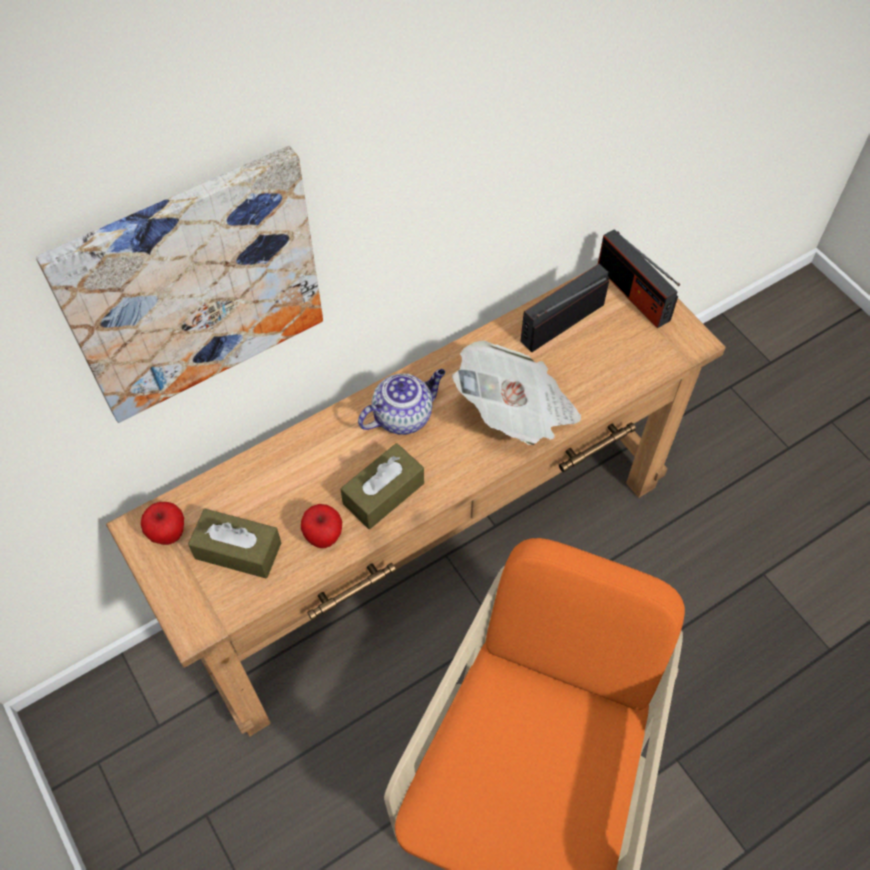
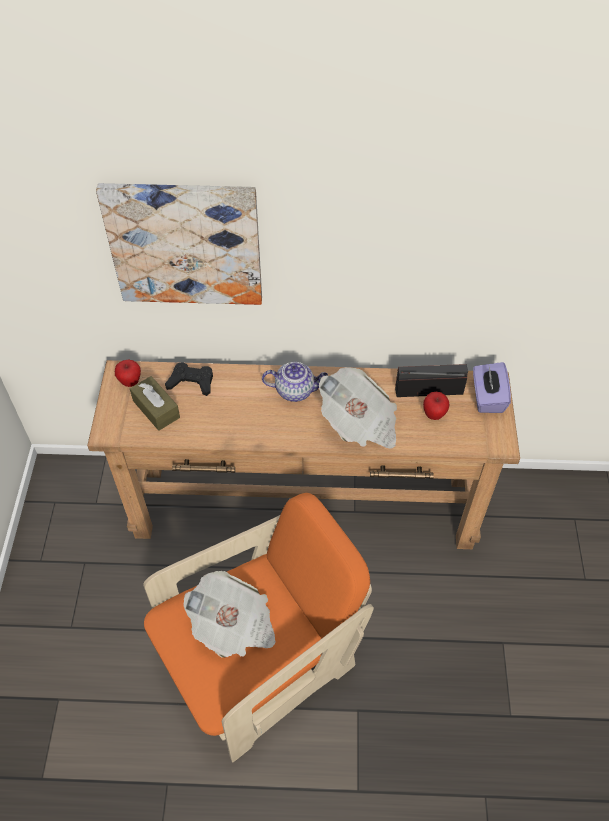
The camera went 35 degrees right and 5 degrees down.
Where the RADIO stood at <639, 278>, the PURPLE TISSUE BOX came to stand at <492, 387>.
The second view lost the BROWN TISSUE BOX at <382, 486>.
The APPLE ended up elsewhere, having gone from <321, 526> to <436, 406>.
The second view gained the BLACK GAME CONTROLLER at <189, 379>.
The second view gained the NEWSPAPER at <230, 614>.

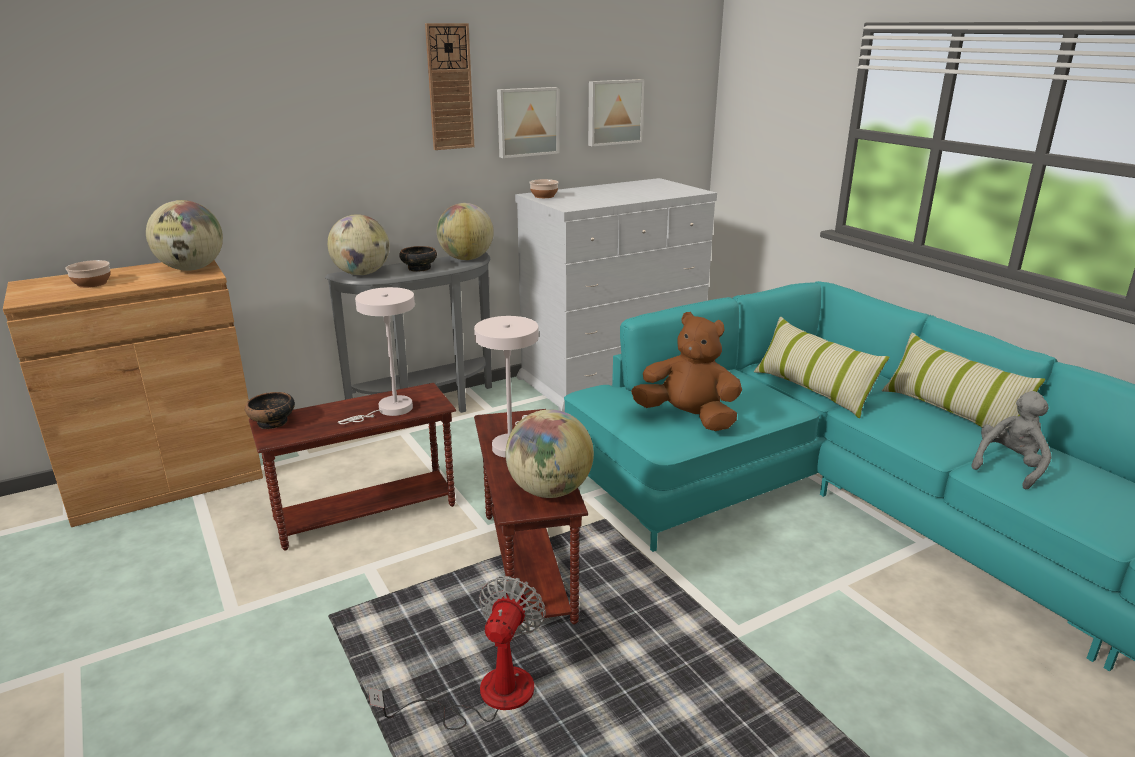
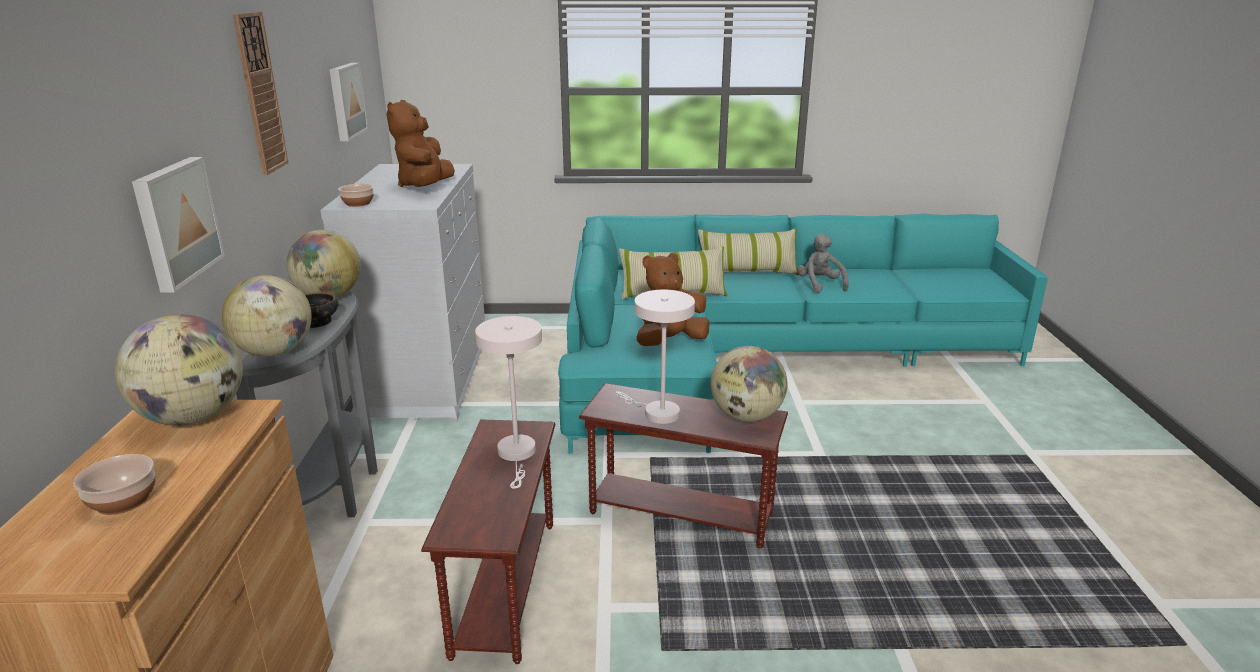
The camera went 60 degrees left and 0 degrees up.
The PICTURE ended up elsewhere, having gone from <528, 122> to <178, 224>.
The second view lost the BOWL at <270, 410>.
The second view lost the FAN at <457, 653>.
The second view gained the BROWN PLUSH TOY at <420, 143>.

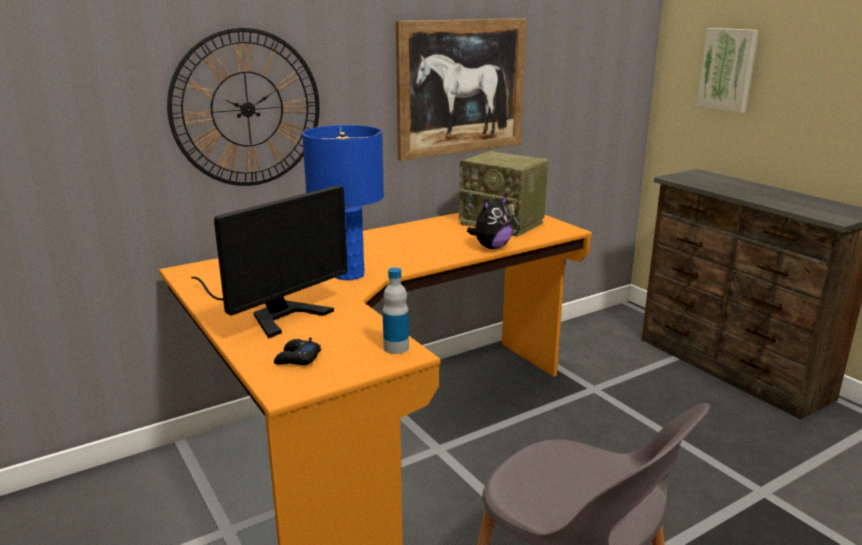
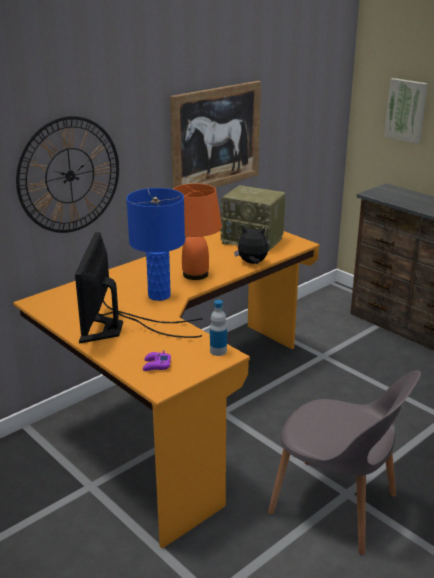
The camera went 10 degrees left and 5 degrees up.
The MONITOR at <269, 262> ended up facing another way, 150 degrees clockwise from before.
The PLUSH TOY at <490, 222> ended up facing another way, 120 degrees counterclockwise from before.
What was the BLACK GAME CONTROLLER at <297, 351> turned into the PURPLE GAME CONTROLLER at <157, 360>.
The second view gained the ORANGE TABLE LAMP at <197, 231>.

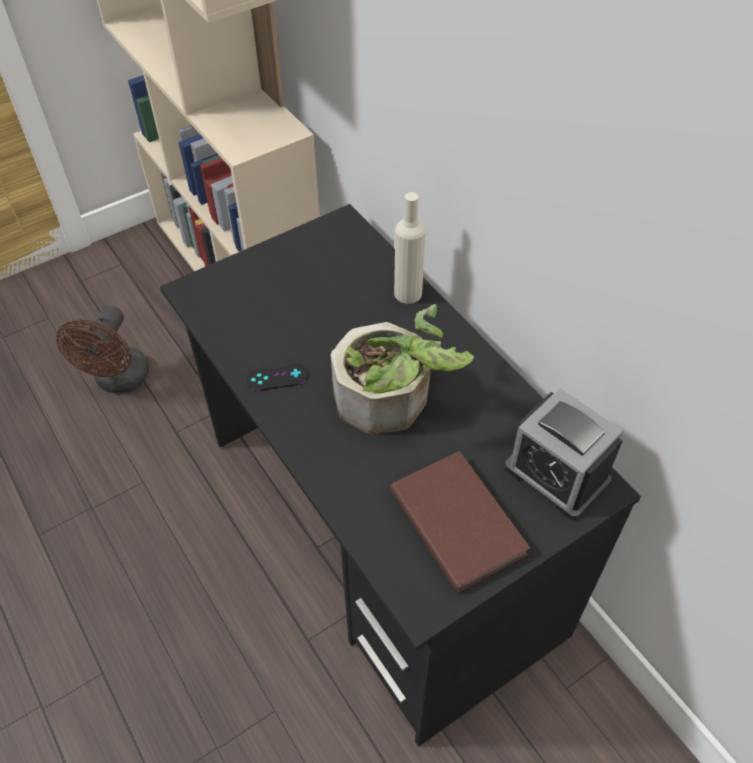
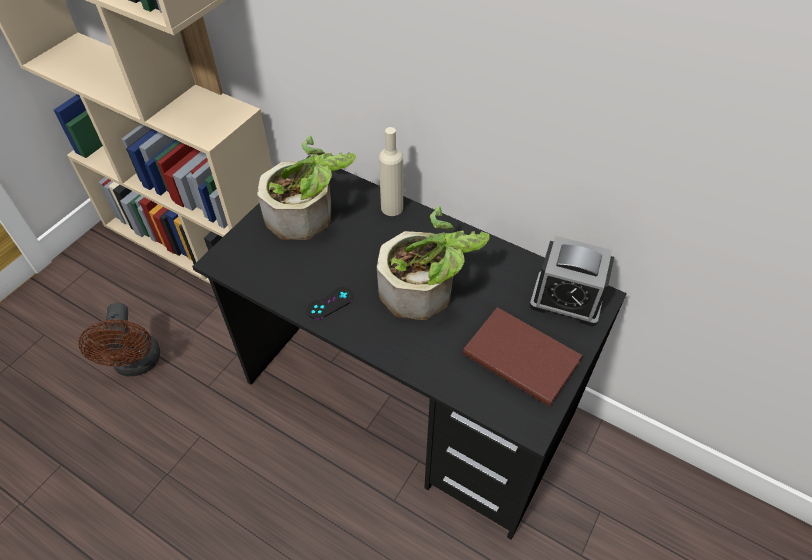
The camera went 25 degrees left and 0 degrees up.
The second view gained the POTTED PLANT at <306, 187>.

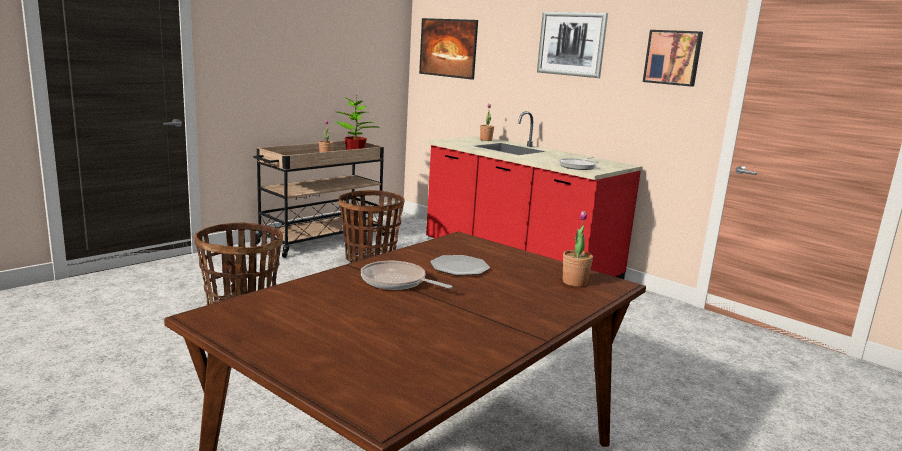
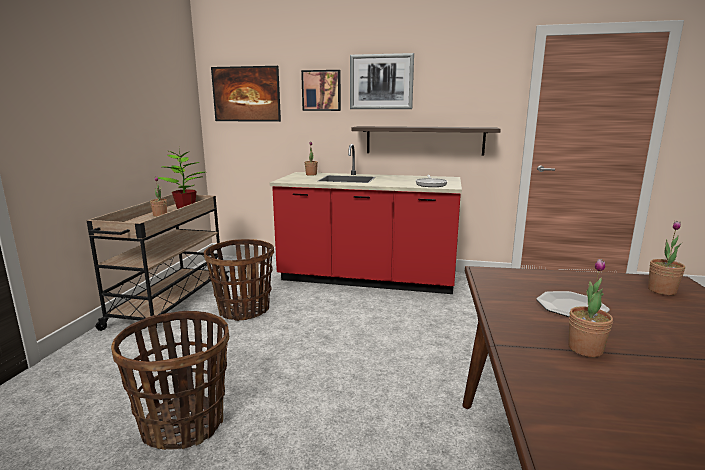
The camera went 30 degrees left and 0 degrees up.
The PICTURE ended up elsewhere, having gone from <673, 58> to <321, 90>.
Where the FRYING PAN stood at <406, 275>, the POTTED PLANT came to stand at <590, 308>.
The second view gained the SHELF at <426, 141>.

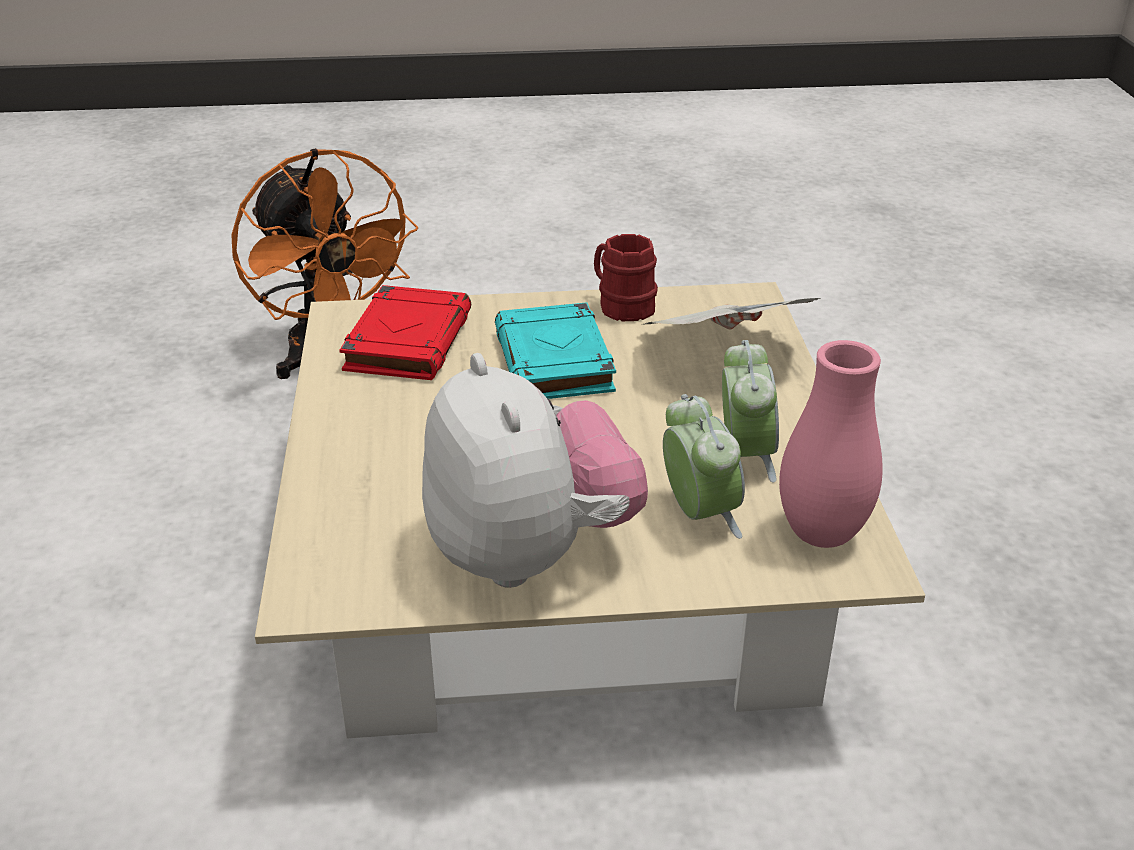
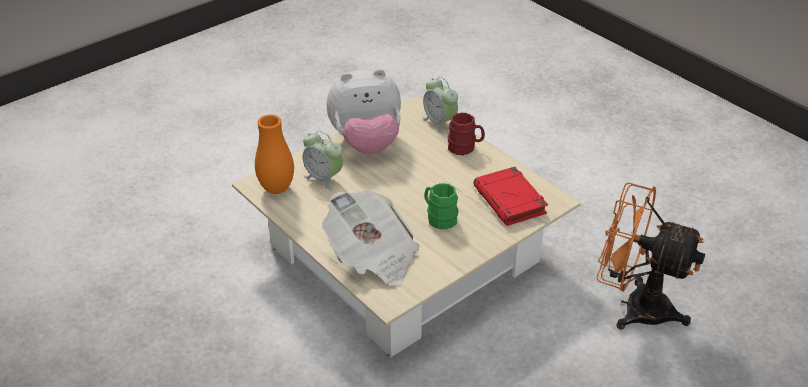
The camera went 145 degrees right and 5 degrees up.
The RED MUG ended up elsewhere, having gone from <626, 277> to <466, 133>.
Where the TURQUOISE BOOK stood at <555, 350>, the GREEN MUG came to stand at <441, 206>.
The ALARM CLOCK ended up elsewhere, having gone from <750, 411> to <440, 105>.
What was the PINK VASE at <831, 444> turned into the ORANGE VASE at <274, 154>.
The PLUSH TOY at <535, 470> ended up facing another way, 45 degrees counterclockwise from before.

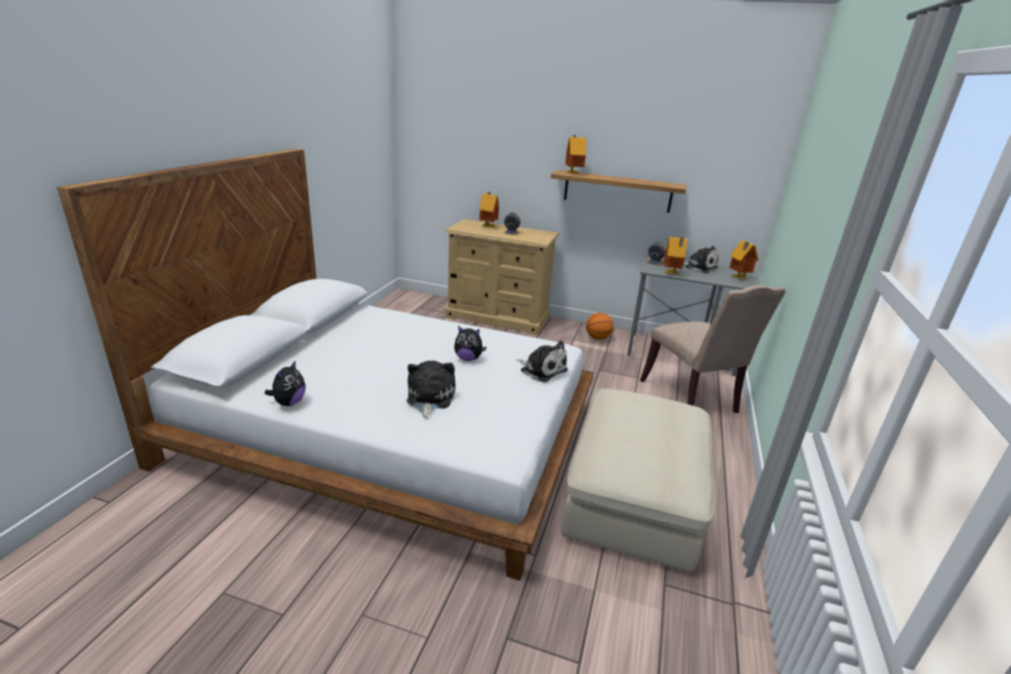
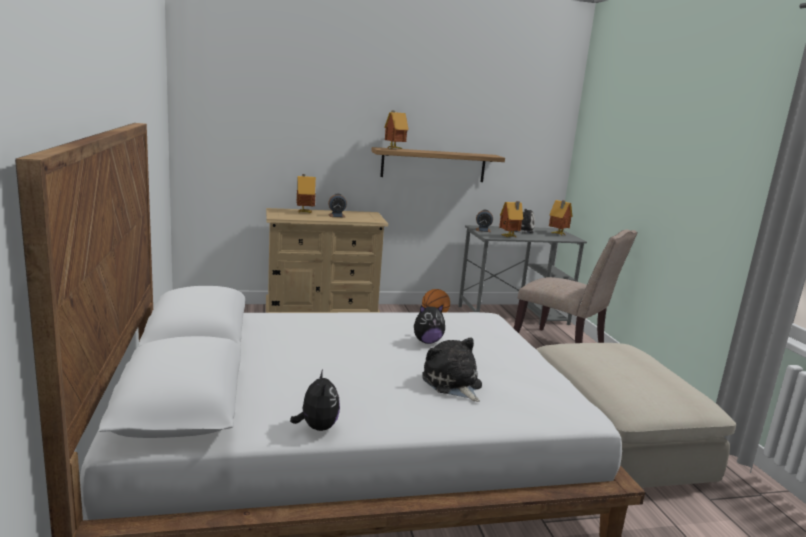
The camera went 30 degrees left and 10 degrees down.
The second view lost the PLUSH TOY at <542, 361>.

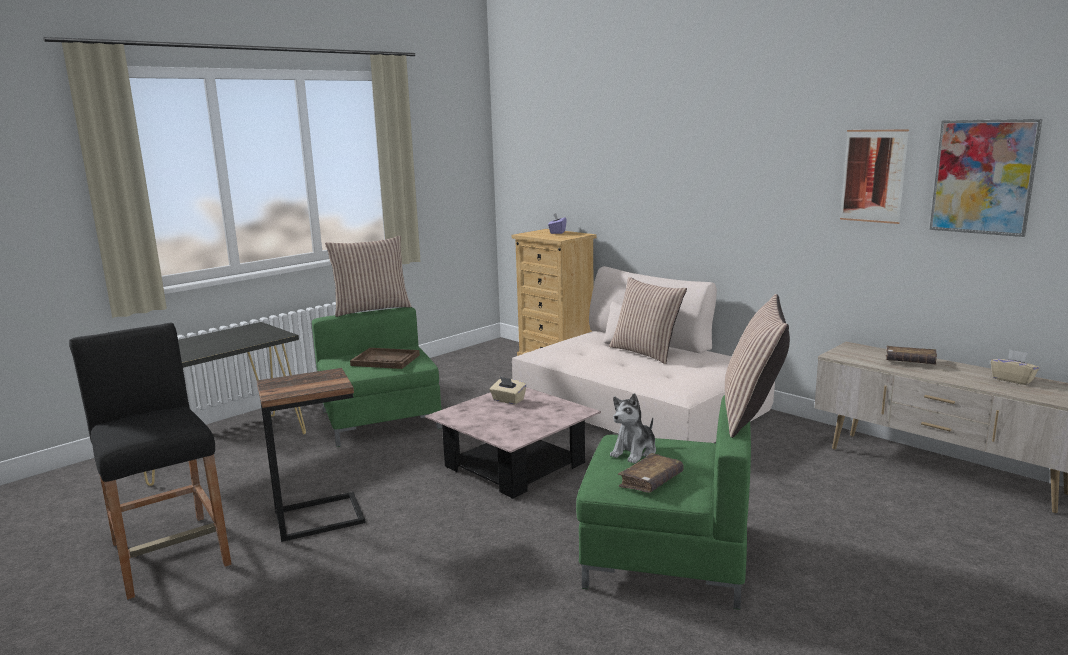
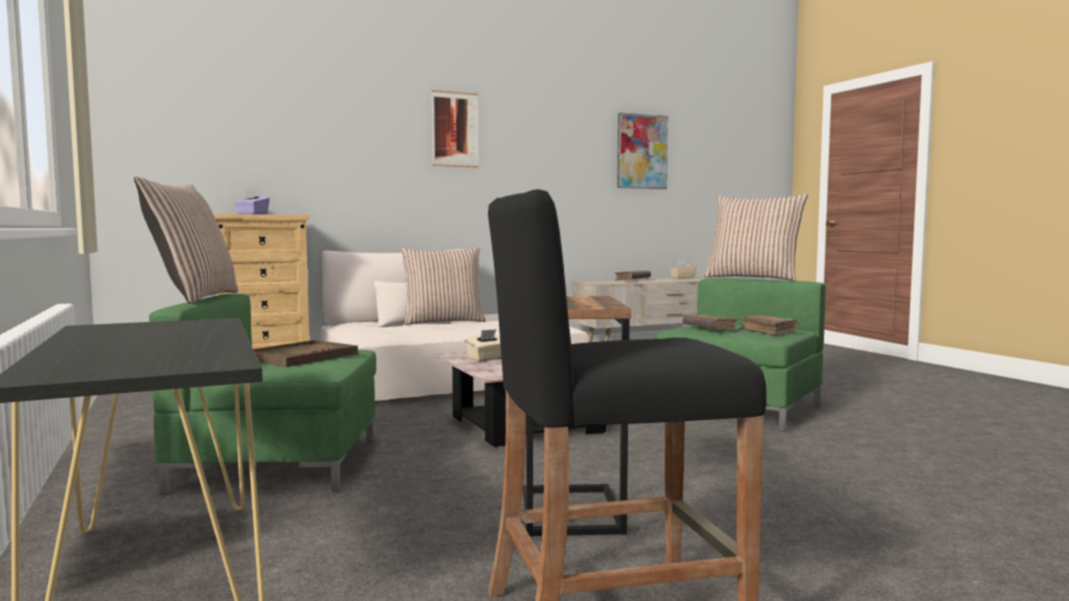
The camera went 70 degrees left and 10 degrees down.
The PICTURE ended up elsewhere, having gone from <874, 176> to <455, 129>.
Where the PLUSH TOY stood at <633, 428>, the BROWN BOOK came to stand at <710, 322>.

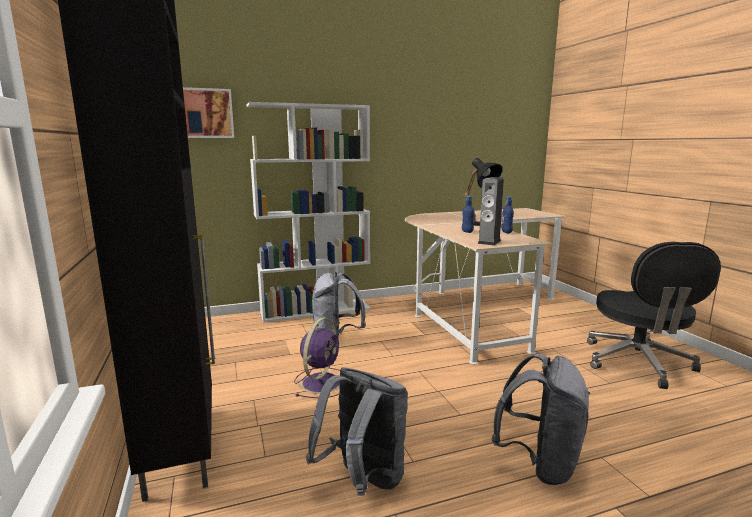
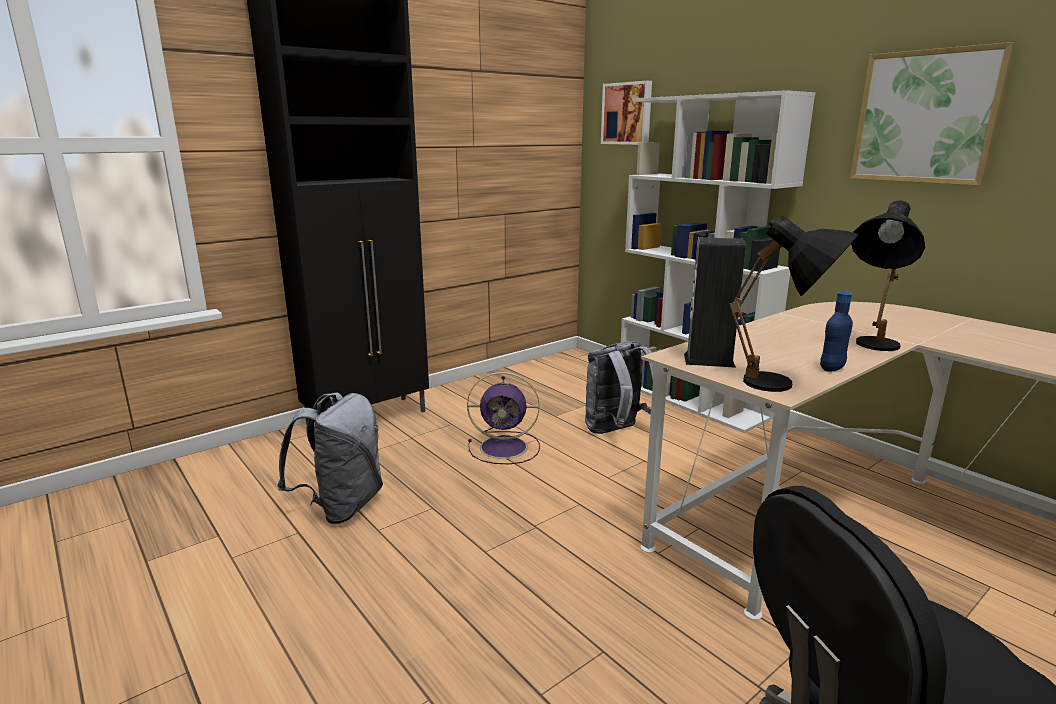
The camera went 70 degrees right and 5 degrees up.
The second view lost the BLUE BOTTLE at <468, 214>.
The second view lost the GREY BACKPACK at <541, 419>.
The second view gained the PICTURE at <933, 114>.
The second view gained the BLACK TABLE LAMP at <794, 303>.

